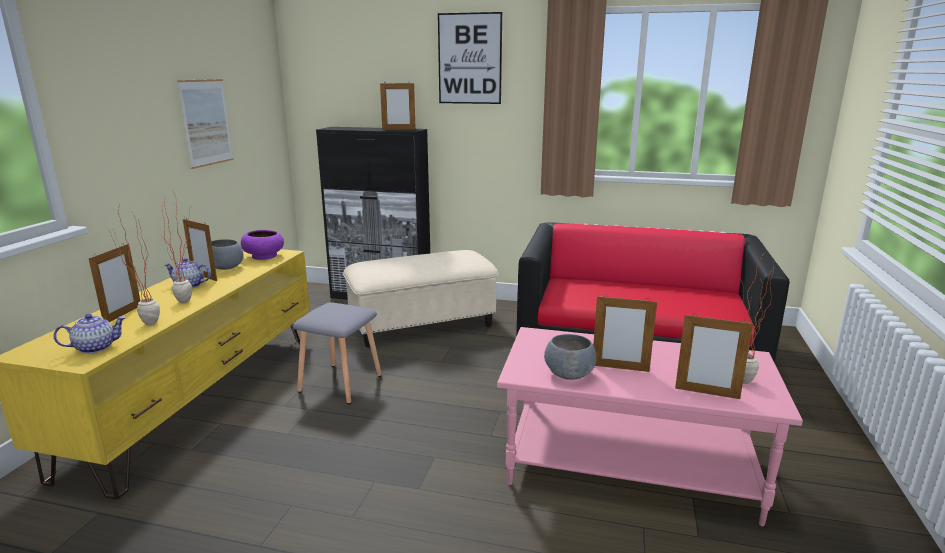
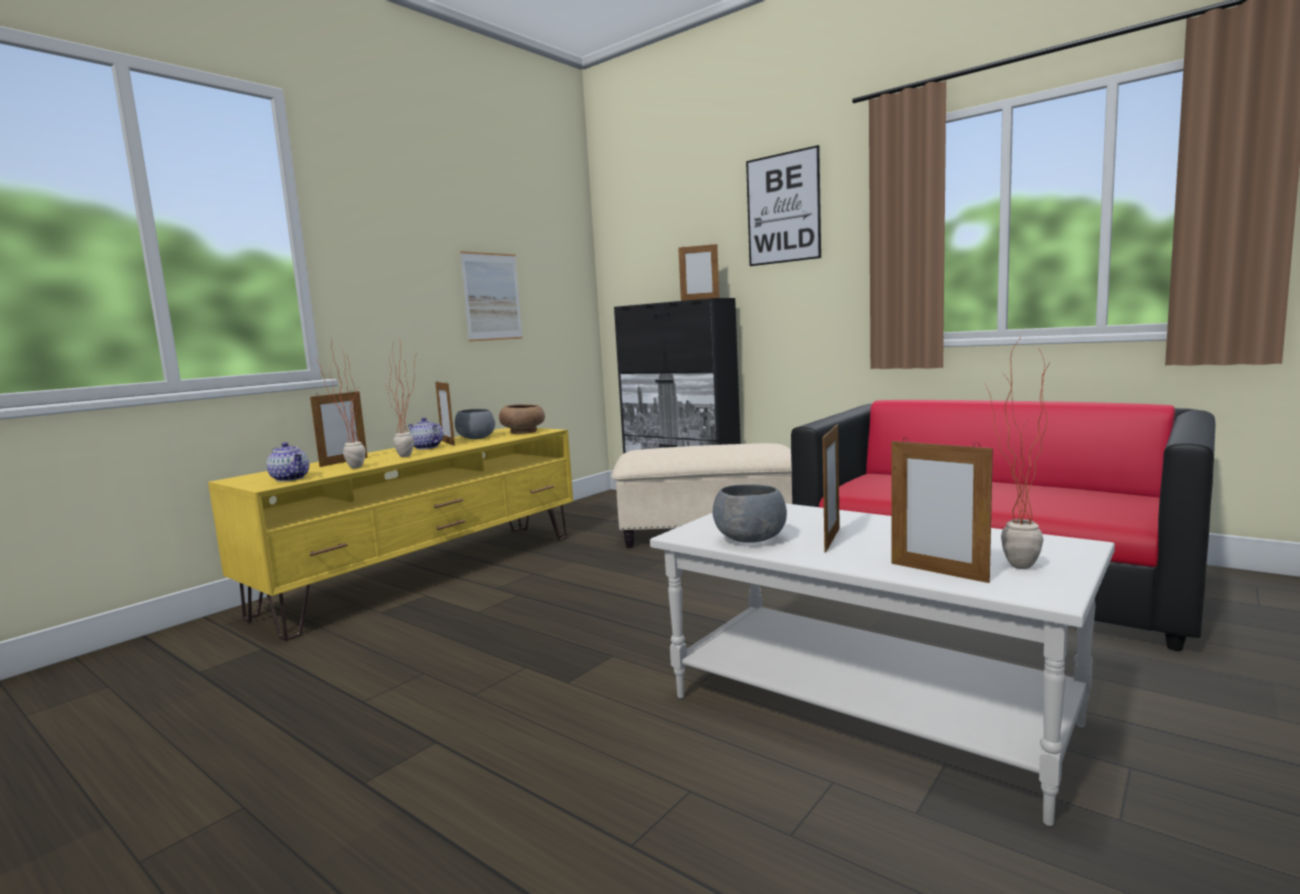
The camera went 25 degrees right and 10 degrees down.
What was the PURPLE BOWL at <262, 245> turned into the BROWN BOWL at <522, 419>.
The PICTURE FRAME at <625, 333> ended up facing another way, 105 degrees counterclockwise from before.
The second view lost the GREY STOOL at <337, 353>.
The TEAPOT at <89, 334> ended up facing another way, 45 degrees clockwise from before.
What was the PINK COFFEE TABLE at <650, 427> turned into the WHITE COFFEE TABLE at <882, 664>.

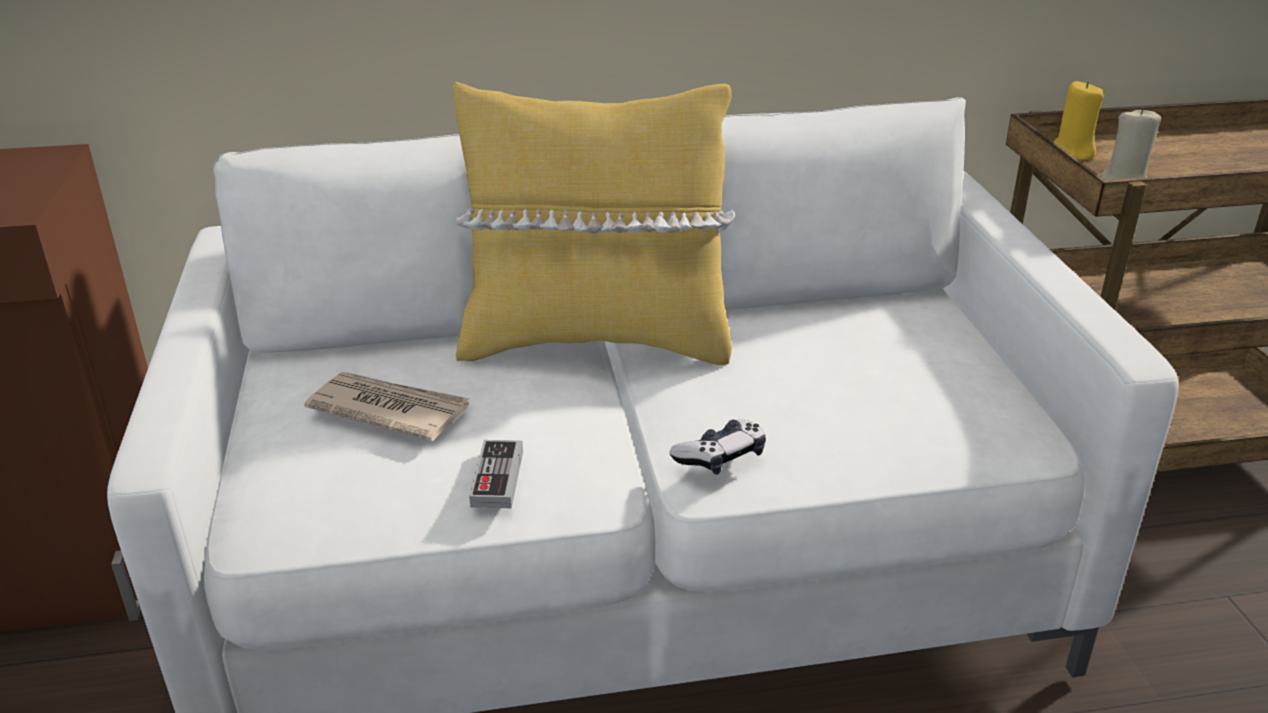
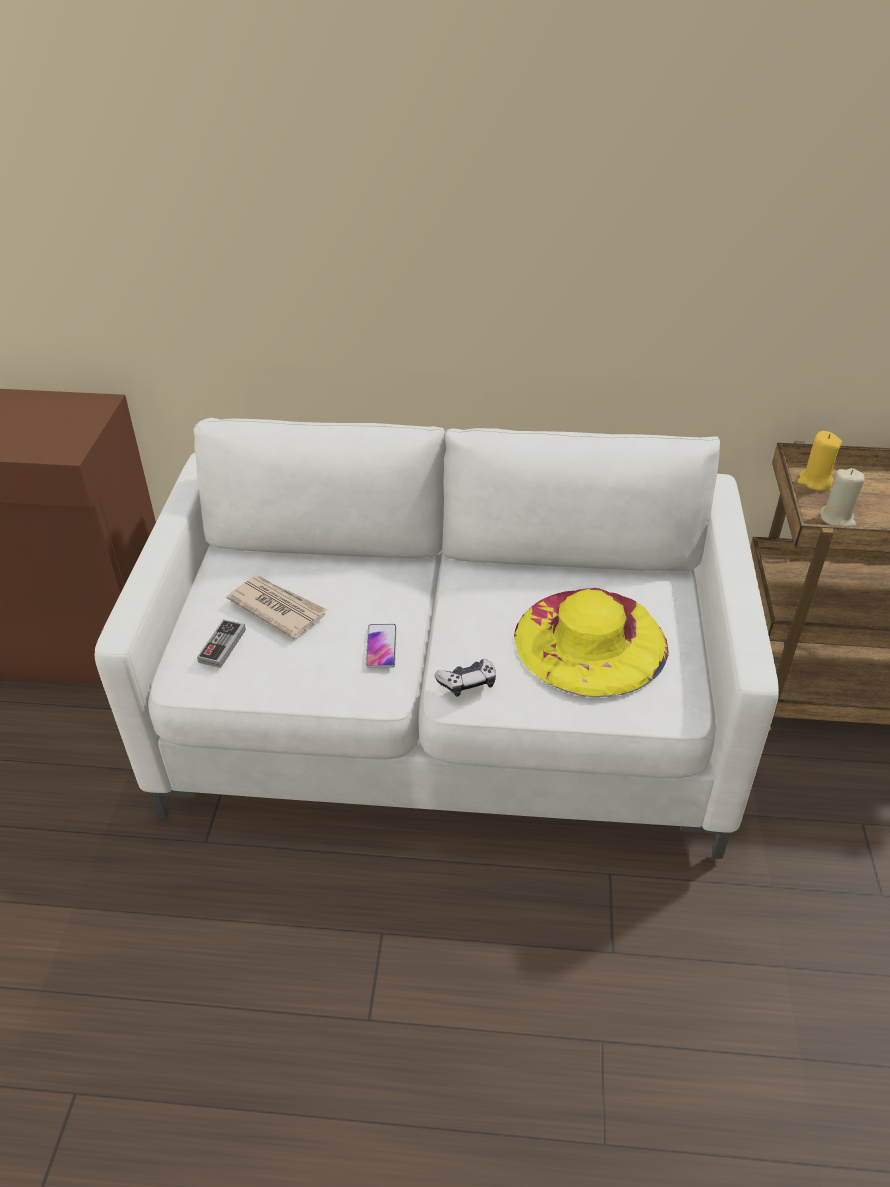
The camera went 15 degrees right and 10 degrees up.
The second view lost the YELLOW PILLOW at <594, 223>.
The GAME CONTROLLER ended up elsewhere, having gone from <496, 474> to <221, 643>.
The second view gained the YELLOW HAT at <591, 642>.
The second view gained the PHONE at <381, 646>.

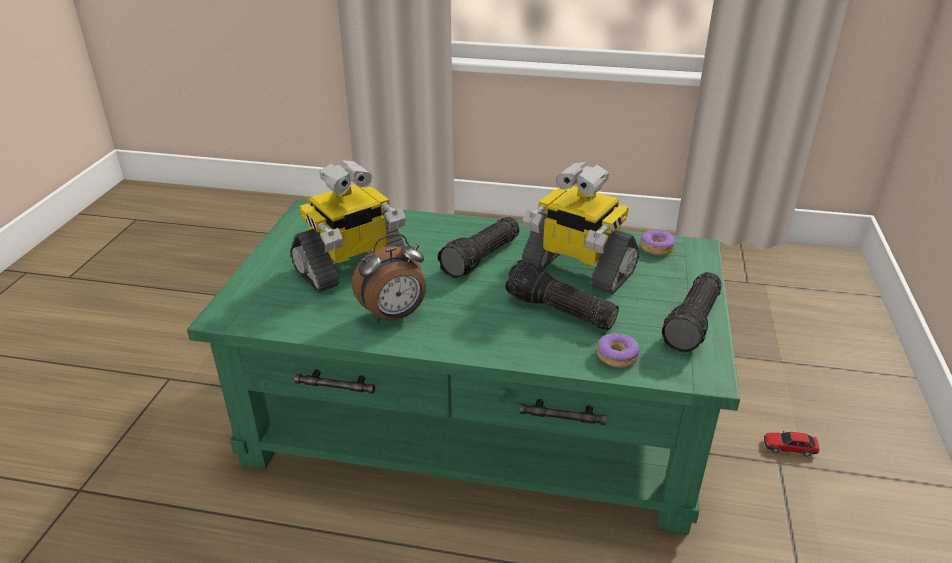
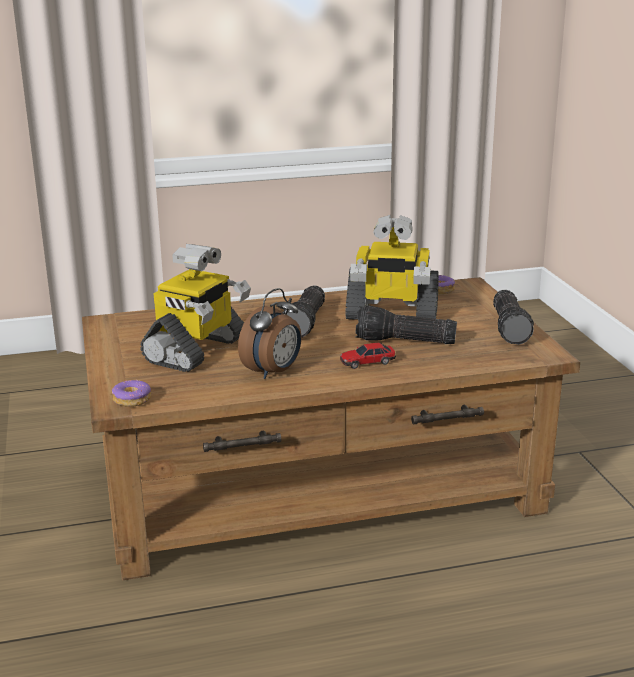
The camera went 25 degrees left and 10 degrees down.
What was the GREEN COFFEE TABLE at <463, 367> turned into the BROWN COFFEE TABLE at <331, 428>.
The DONUT ended up elsewhere, having gone from <618, 350> to <131, 393>.
The TOY CAR ended up elsewhere, having gone from <791, 444> to <368, 356>.

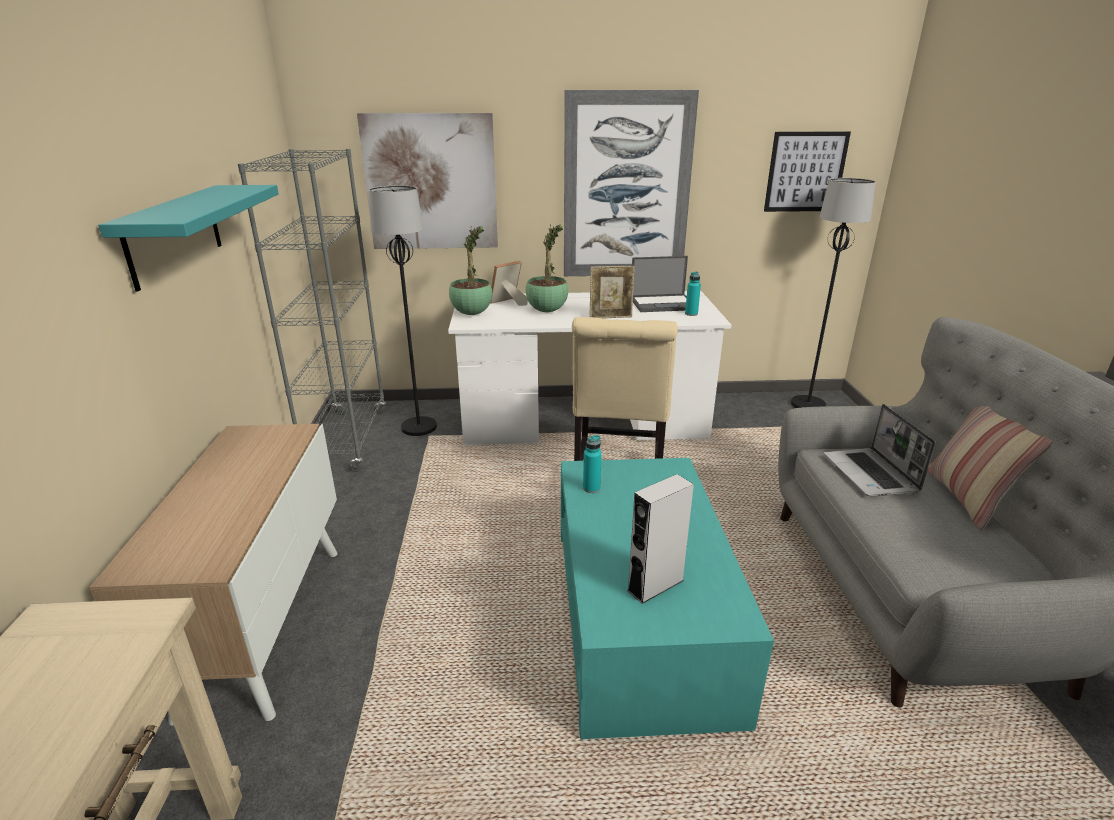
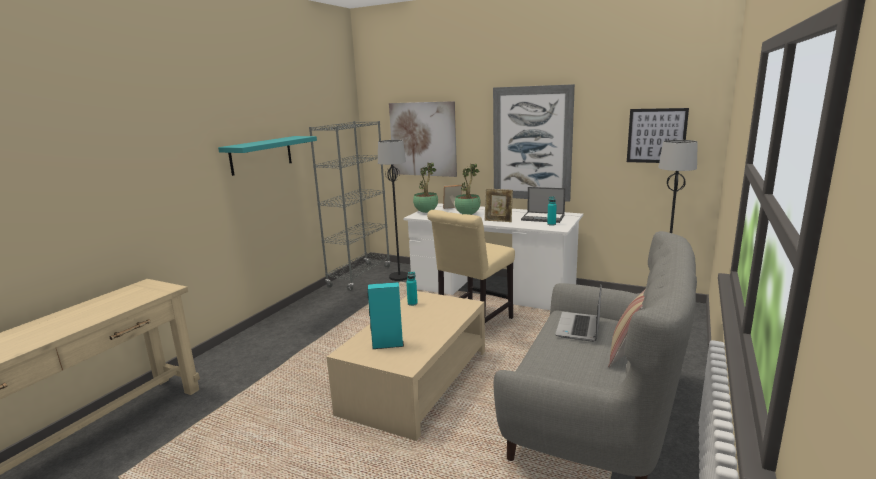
The camera went 30 degrees right and 10 degrees down.
The second view lost the CABINET at <213, 575>.
What was the TURQUOISE COFFEE TABLE at <667, 598> turned into the BEIGE COFFEE TABLE at <406, 366>.
What was the GREY SPEAKER at <660, 539> turned into the TURQUOISE SPEAKER at <385, 315>.

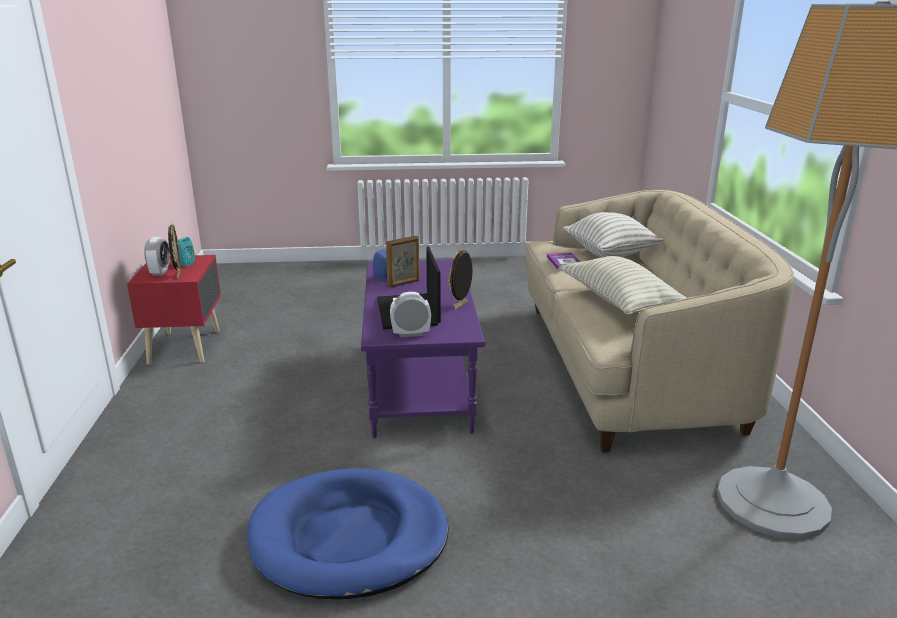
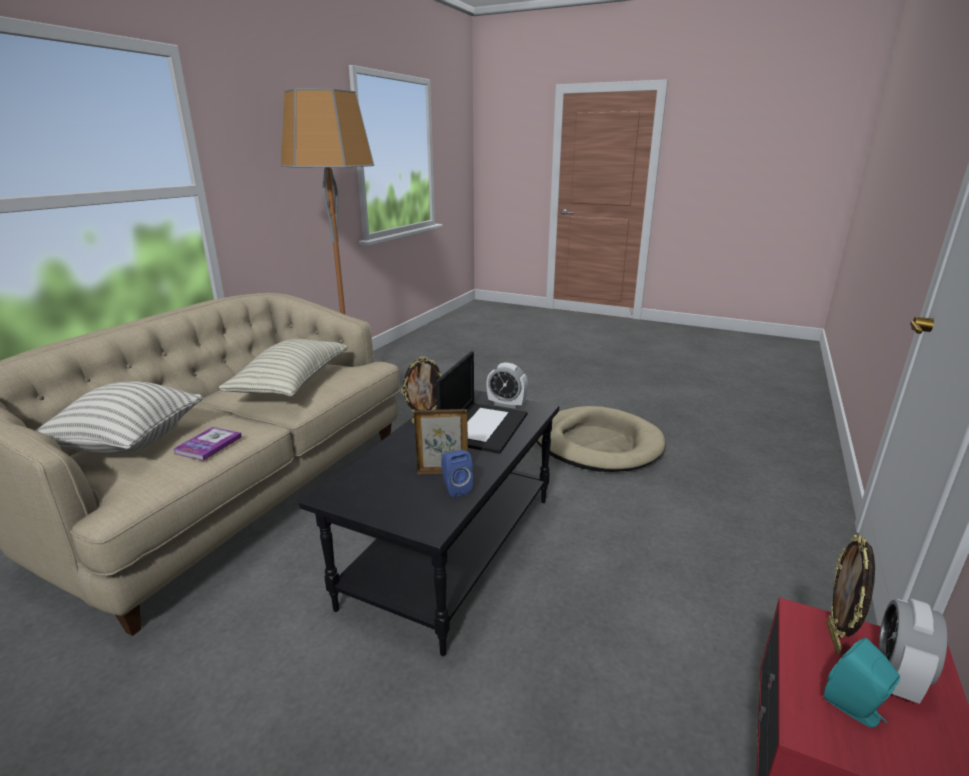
The camera went 150 degrees left and 0 degrees up.
What was the PURPLE COFFEE TABLE at <423, 349> turned into the BLACK COFFEE TABLE at <429, 523>.
What was the BLUE DOG BED at <348, 534> turned into the BEIGE DOG BED at <601, 439>.

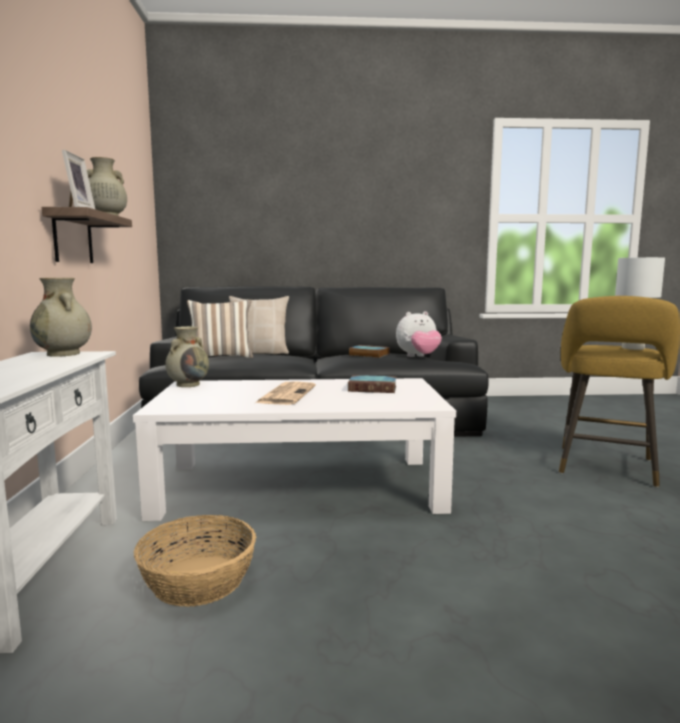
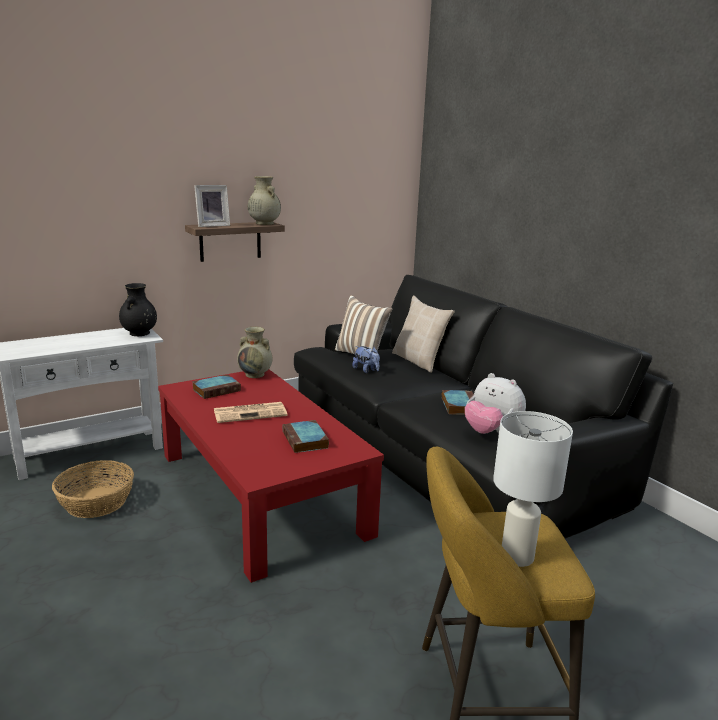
The camera went 60 degrees right and 10 degrees up.
What was the BEIGE VASE at <61, 317> turned into the BLACK VASE at <138, 309>.
What was the WHITE COFFEE TABLE at <294, 449> turned into the RED COFFEE TABLE at <271, 476>.
The second view gained the PLUSH TOY at <366, 359>.
The second view gained the BOOK at <216, 386>.

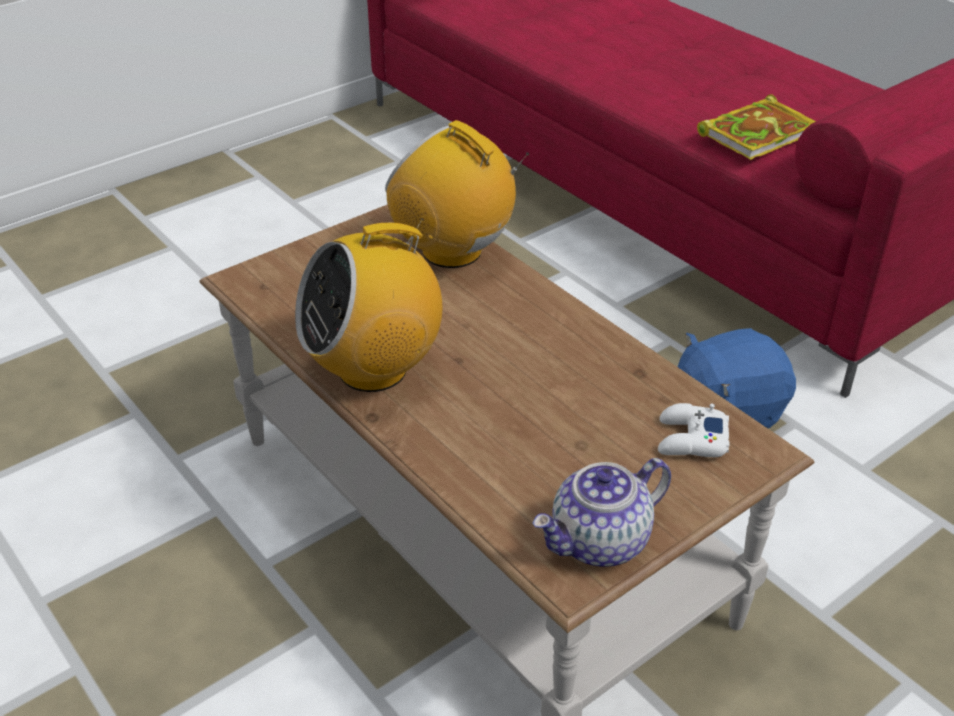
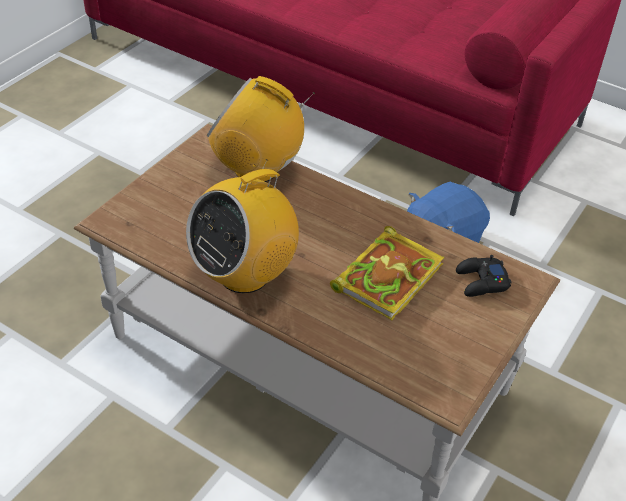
The camera went 20 degrees left and 5 degrees up.
The BOOK ended up elsewhere, having gone from <756, 127> to <387, 273>.
What was the WHITE GAME CONTROLLER at <693, 430> turned into the BLACK GAME CONTROLLER at <484, 276>.
The second view lost the TEAPOT at <602, 512>.

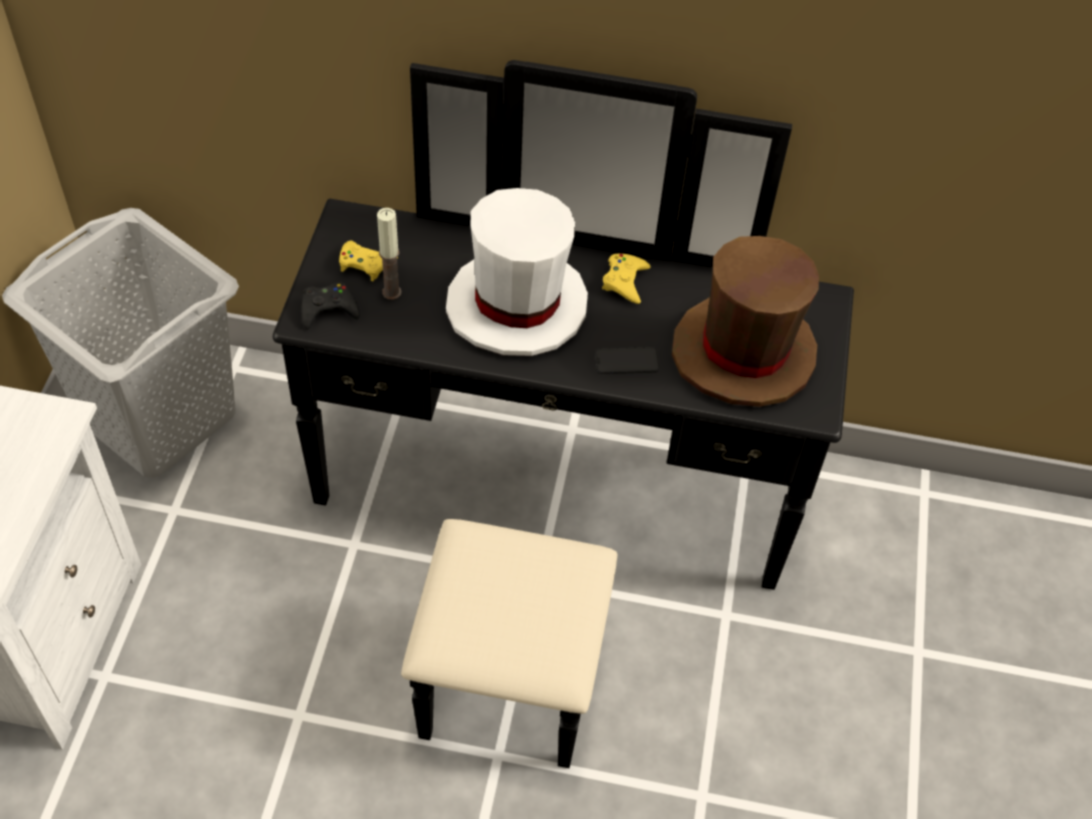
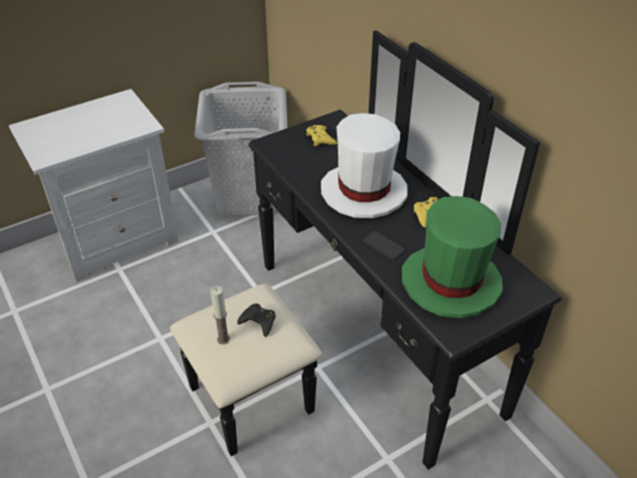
The camera went 50 degrees right and 10 degrees down.
The CANDLE ended up elsewhere, having gone from <389, 254> to <220, 315>.
What was the BROWN HAT at <745, 321> turned into the GREEN HAT at <452, 257>.
The BLACK GAME CONTROLLER ended up elsewhere, having gone from <330, 306> to <256, 320>.

